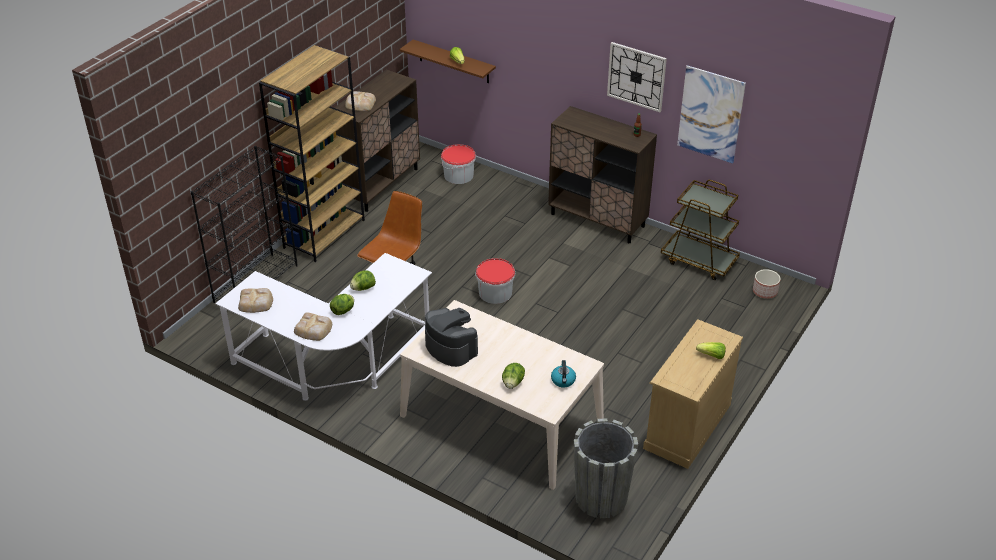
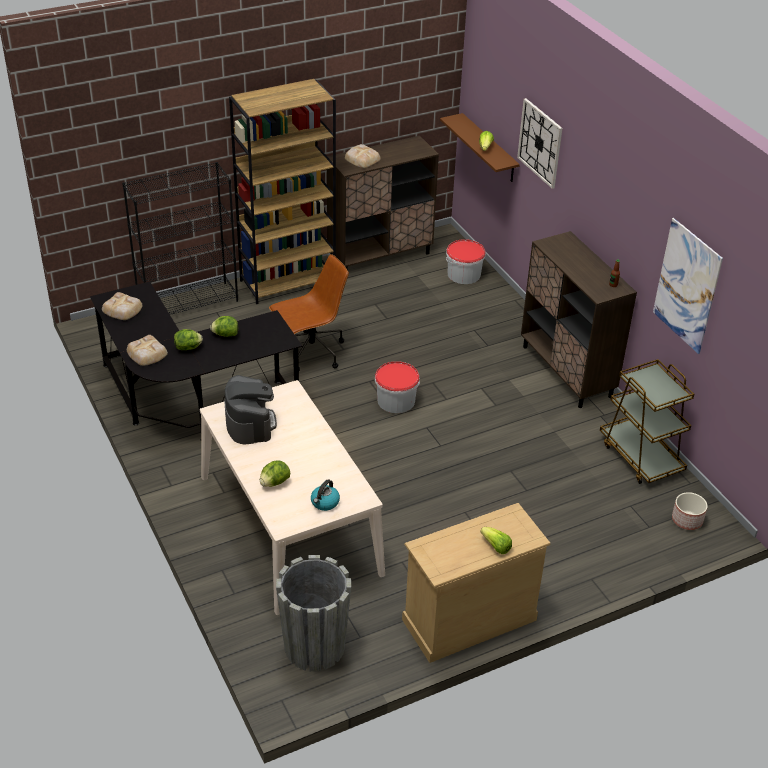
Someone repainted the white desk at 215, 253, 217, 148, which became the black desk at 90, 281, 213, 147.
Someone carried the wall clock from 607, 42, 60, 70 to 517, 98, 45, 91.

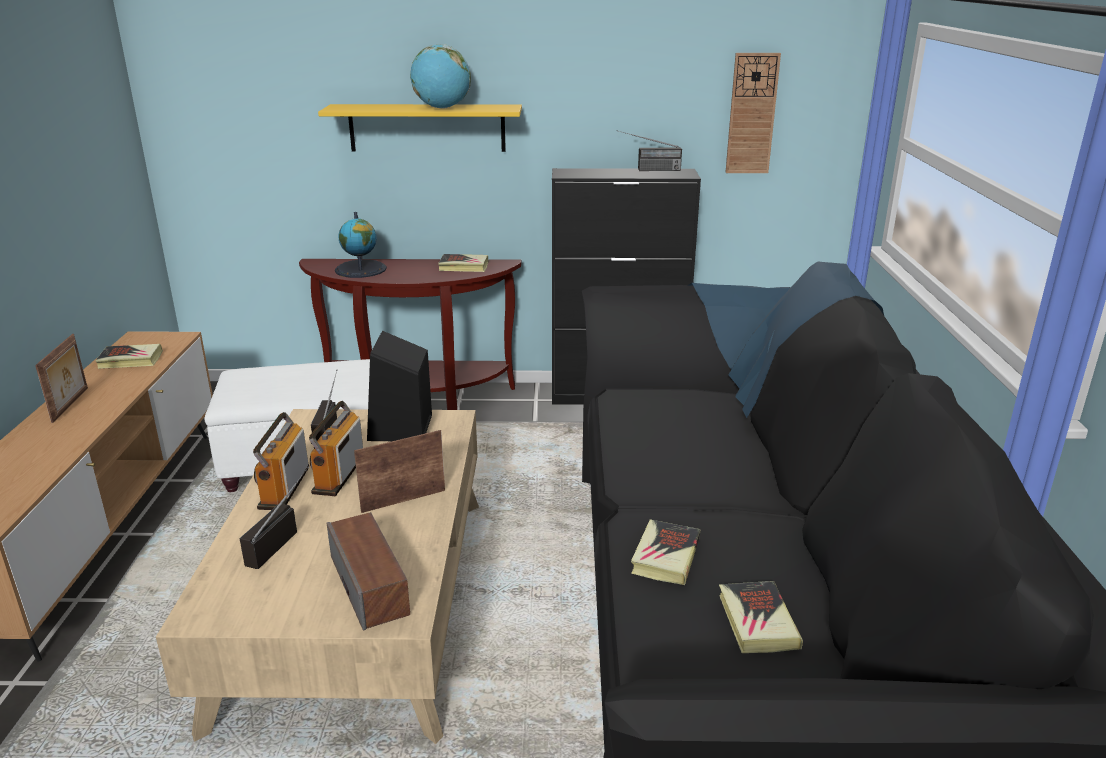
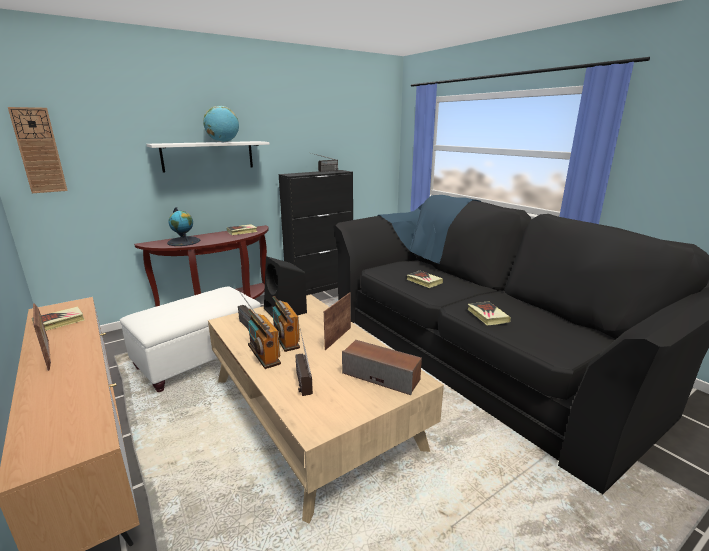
Someone carried the wall clock from 726, 53, 55, 120 to 8, 107, 60, 86.
Someone repainted the yellow shelf at 318, 104, 204, 48, which became the white shelf at 147, 141, 123, 32.
Someone carried the book from 719, 581, 84, 72 to 407, 271, 36, 17.

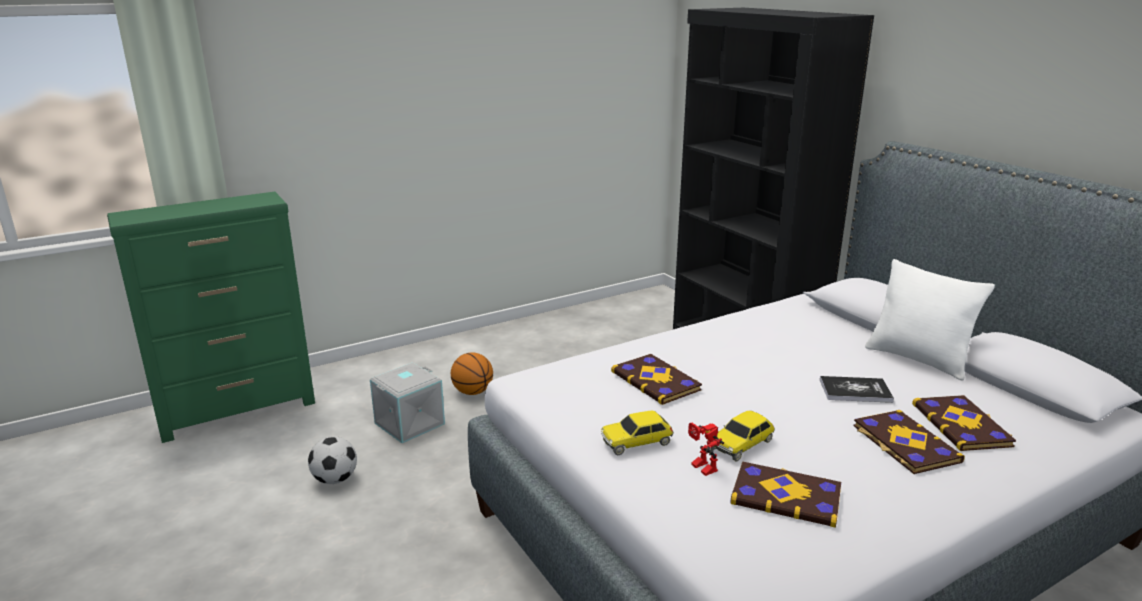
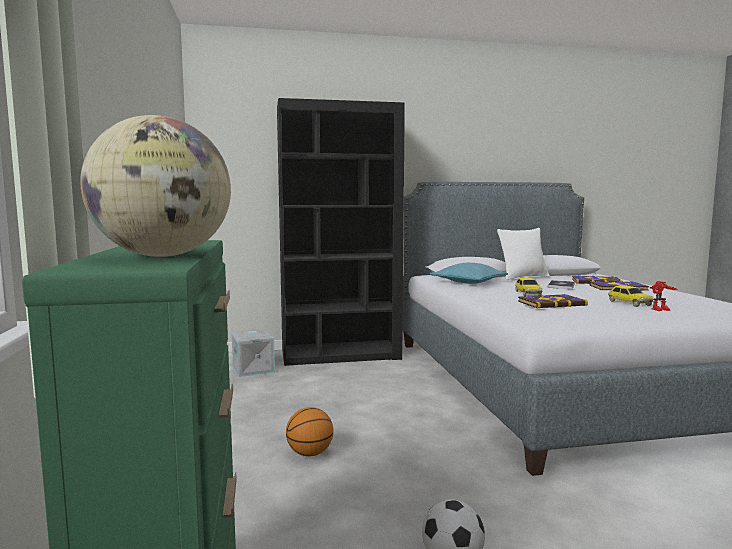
Someone put down the globe at 80, 115, 151, 142.
Someone carried the grey storage box from 370, 362, 75, 81 to 232, 329, 43, 48.
Someone put down the turquoise pillow at 430, 263, 78, 21.
Someone carried the toy car from 601, 411, 73, 44 to 515, 277, 27, 19.
Someone took away the book at 730, 461, 111, 67.

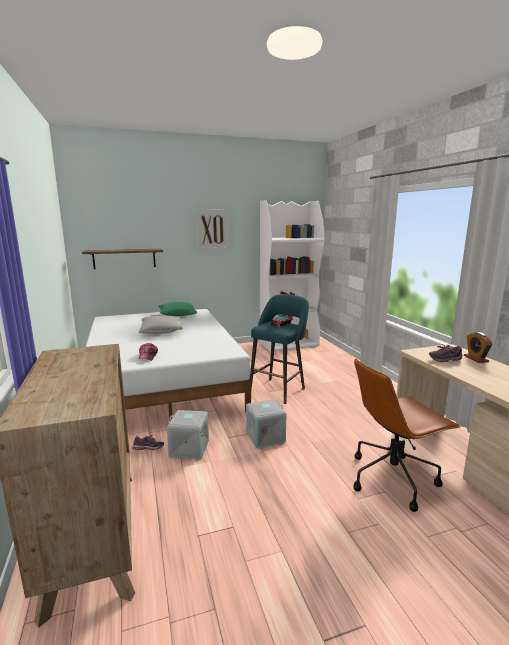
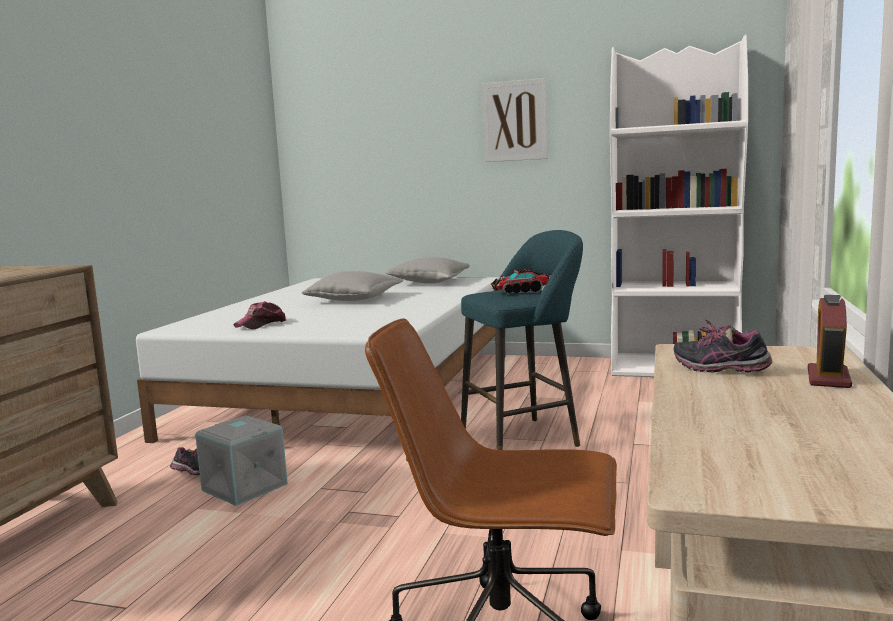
Someone repainted the green pillow at 159, 302, 38, 14, which became the grey pillow at 385, 257, 85, 26.
Someone took away the shelf at 82, 249, 81, 20.
Someone took away the grey storage box at 246, 399, 40, 49.

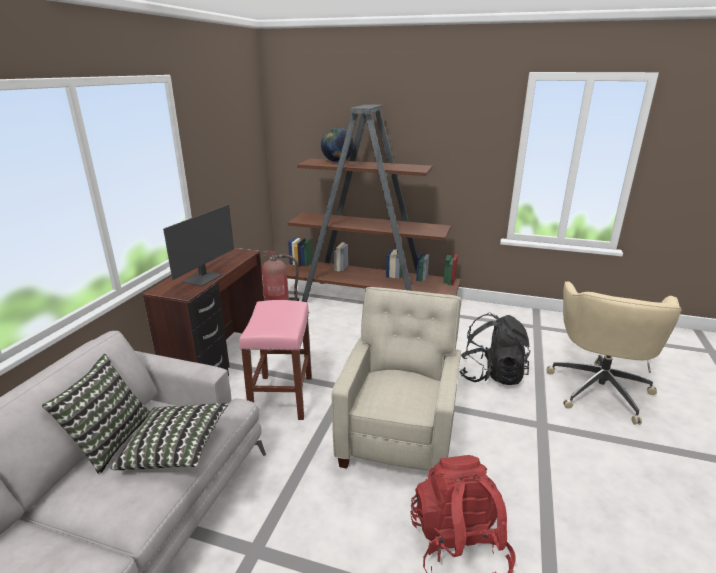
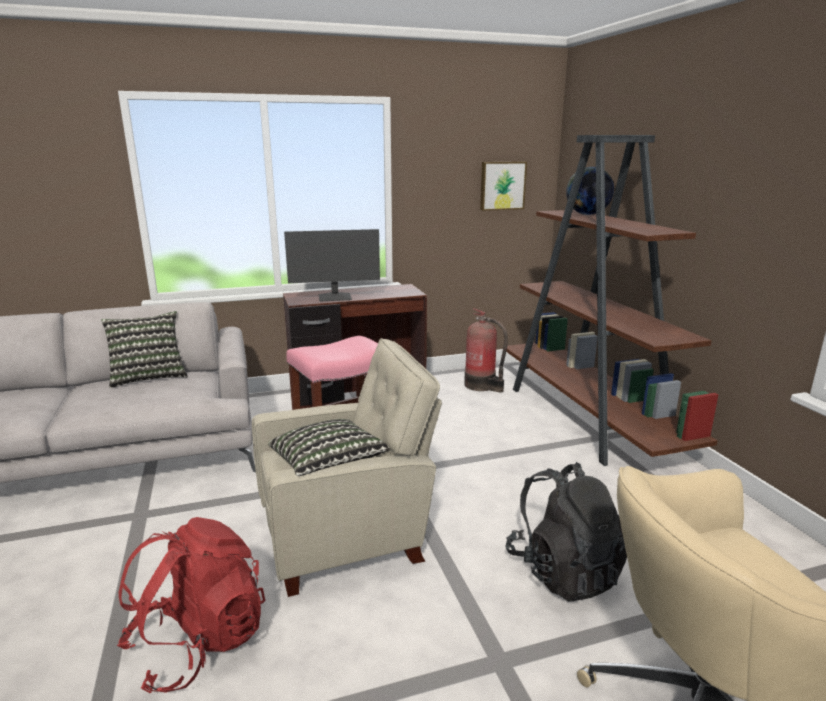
Someone carried the pillow from 111, 403, 118, 67 to 268, 419, 122, 57.
Someone put up the picture at 480, 162, 47, 49.

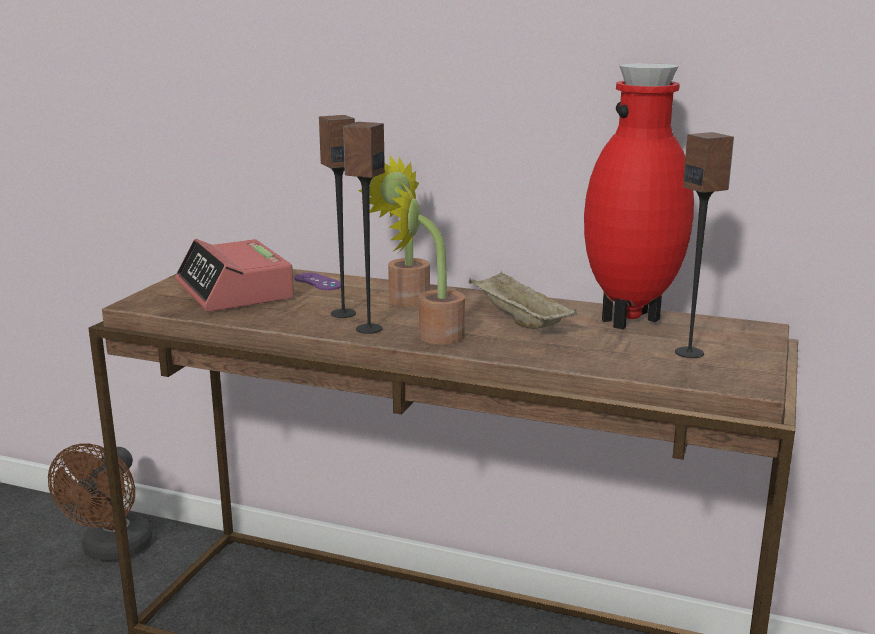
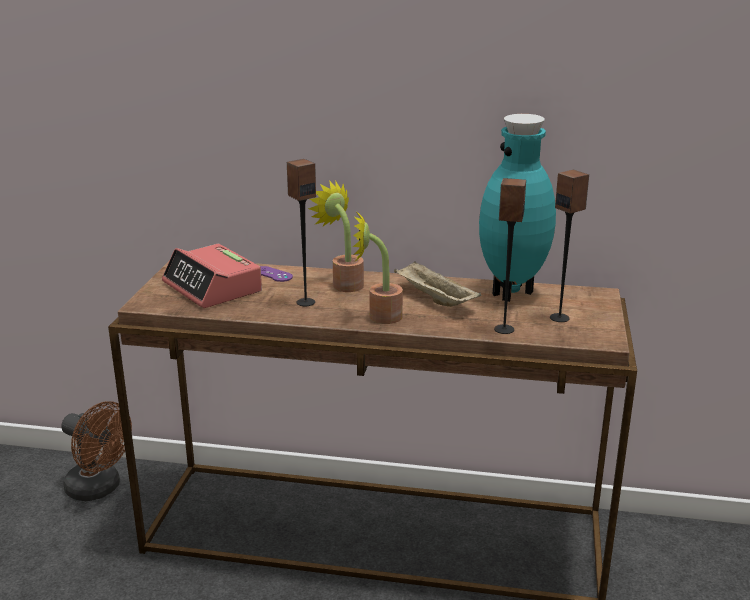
Someone rotated the brown fan at 48, 443, 104, 118 by 60 degrees counterclockwise.
Someone repainted the red vase at 584, 63, 110, 267, which became the turquoise vase at 479, 114, 77, 188.
Someone carried the speaker from 343, 122, 42, 212 to 494, 178, 32, 156.

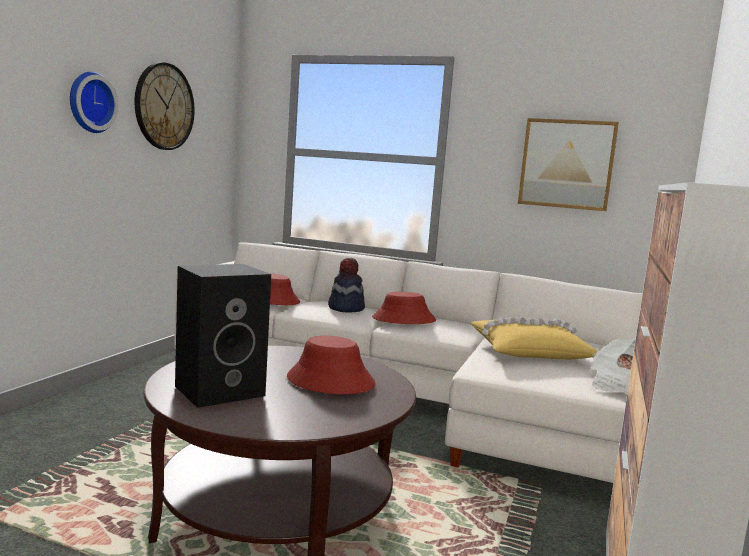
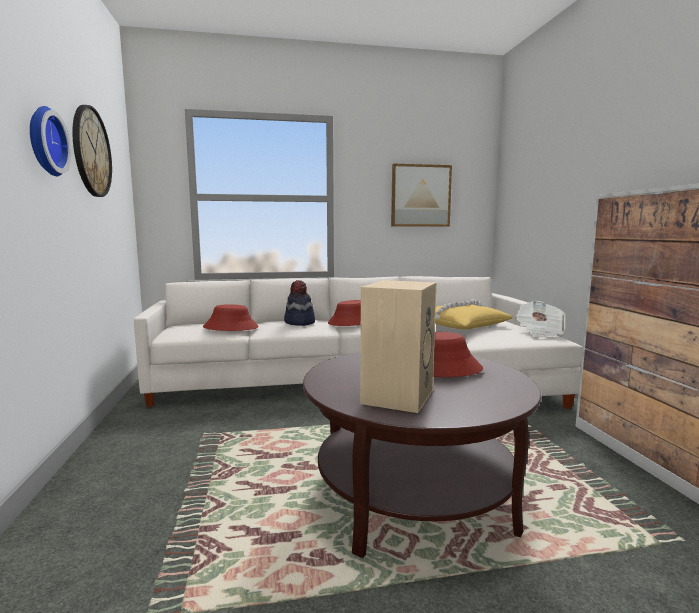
Someone repainted the black speaker at 175, 264, 96, 144, which became the beige speaker at 360, 280, 77, 133.

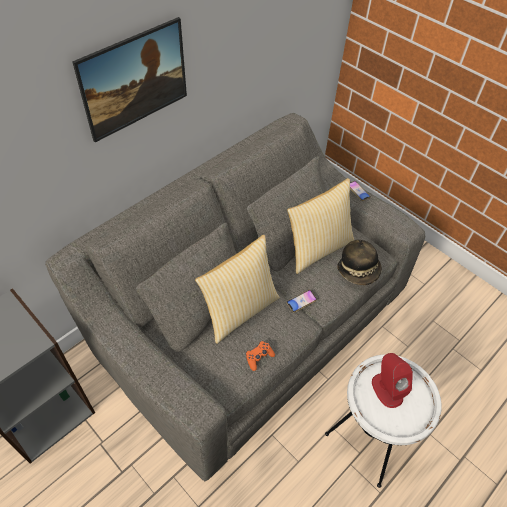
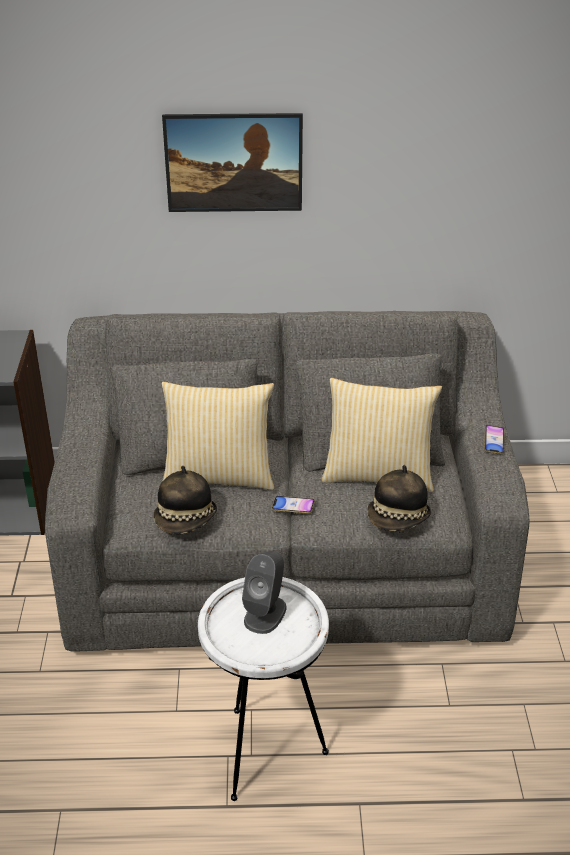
Someone swapped the orange game controller at 246, 341, 29, 30 for the hat at 153, 466, 64, 68.
Someone repainted the red speaker at 372, 353, 41, 55, which became the grey speaker at 242, 551, 44, 83.

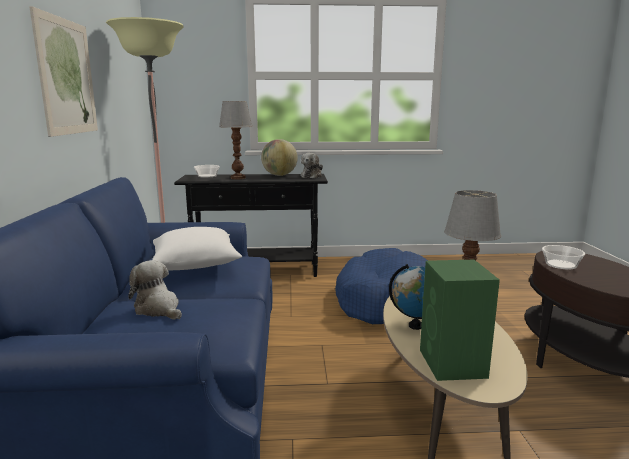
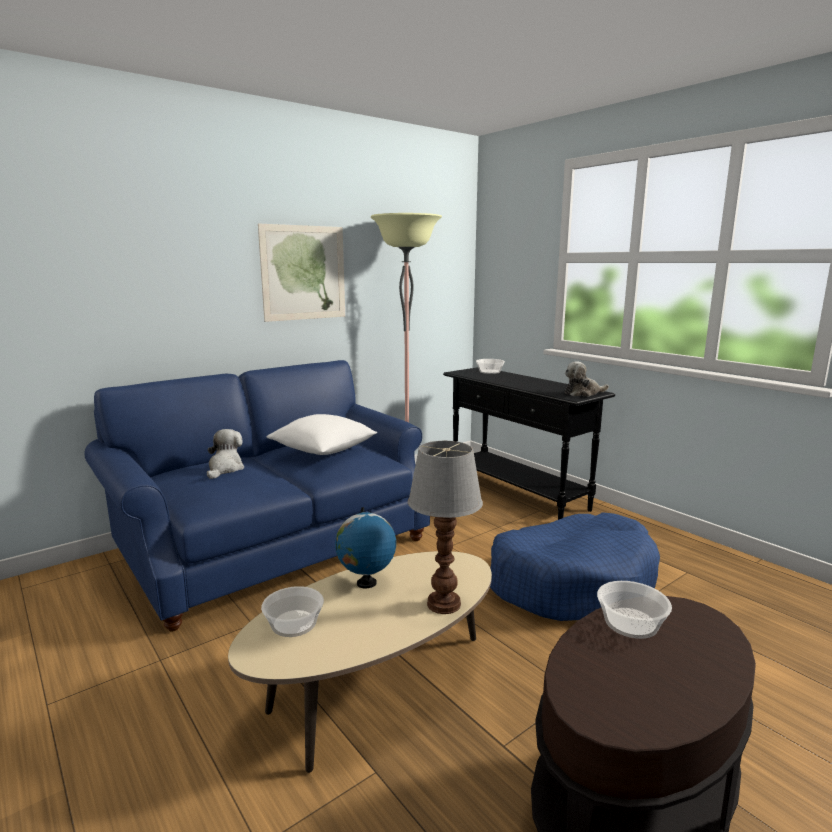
Someone swapped the green speaker at 420, 260, 80, 121 for the bowl at 261, 586, 63, 51.
Someone took away the table lamp at 219, 101, 34, 78.
Someone took away the globe at 261, 139, 37, 37.

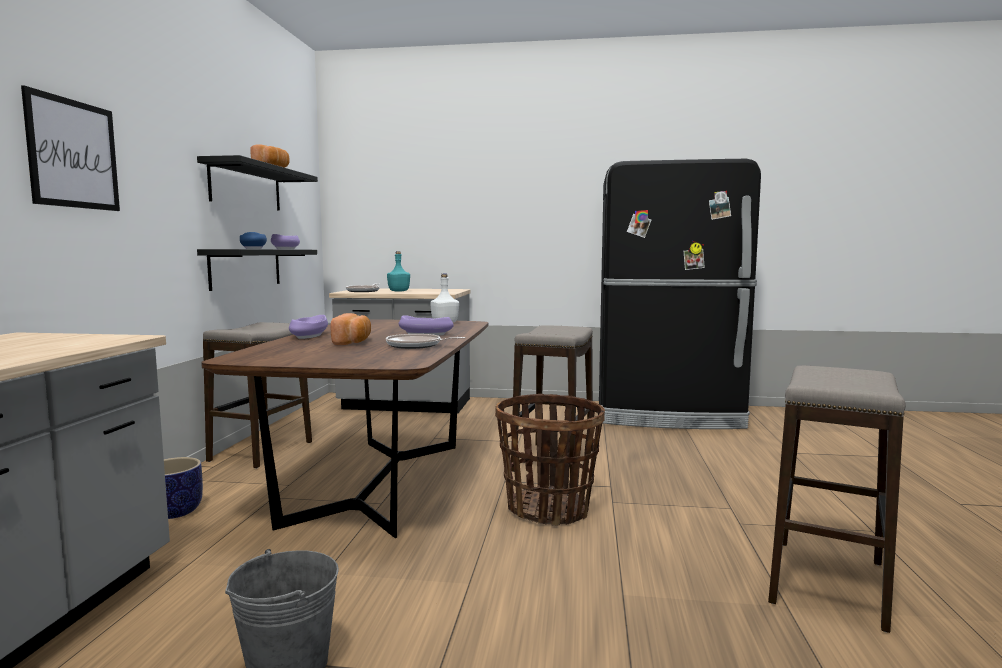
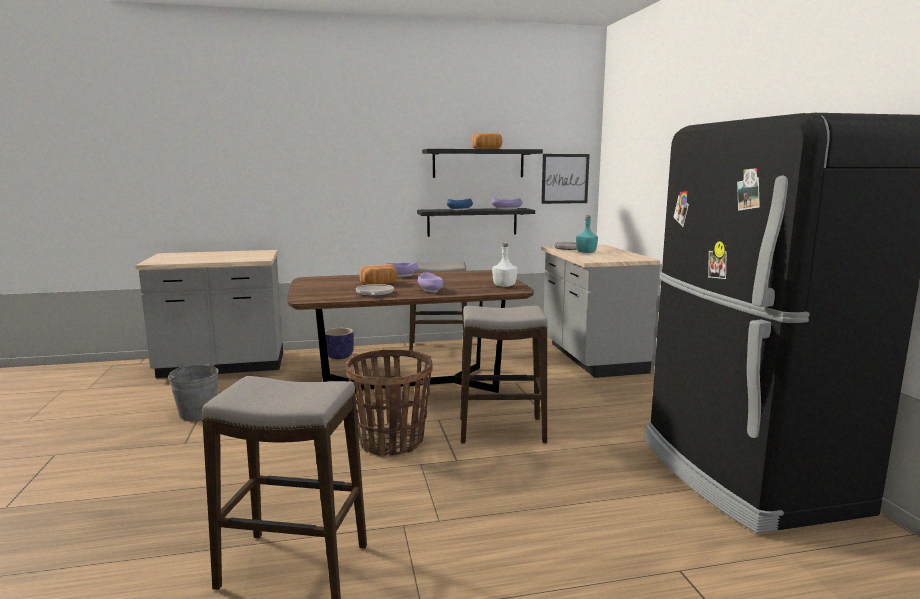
Someone carried the picture from 21, 85, 99, 126 to 541, 154, 49, 50.

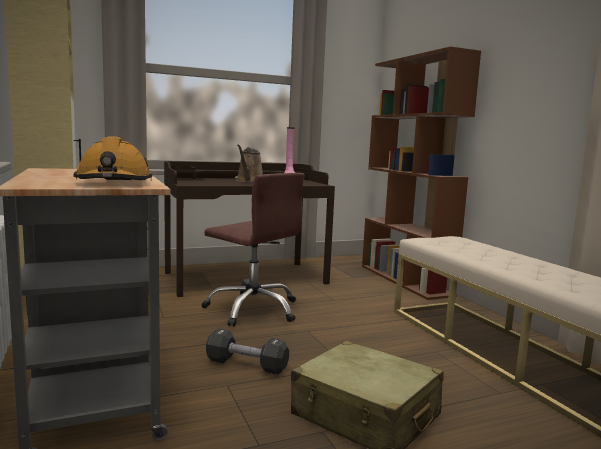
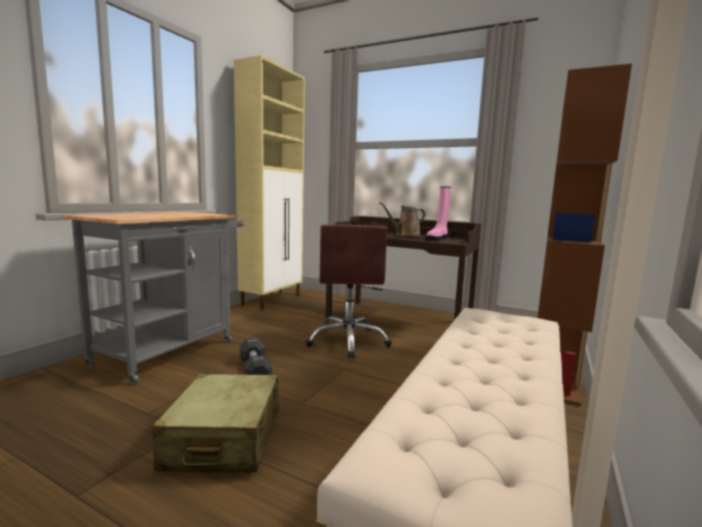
Someone took away the orange hard hat at 73, 136, 80, 44.

